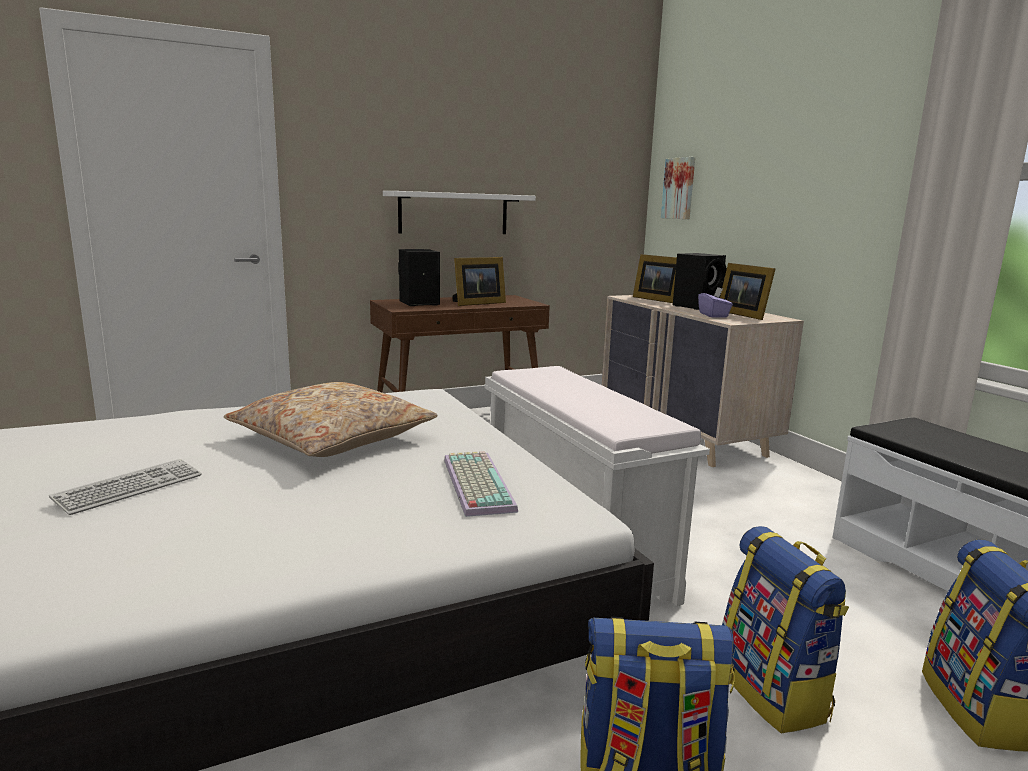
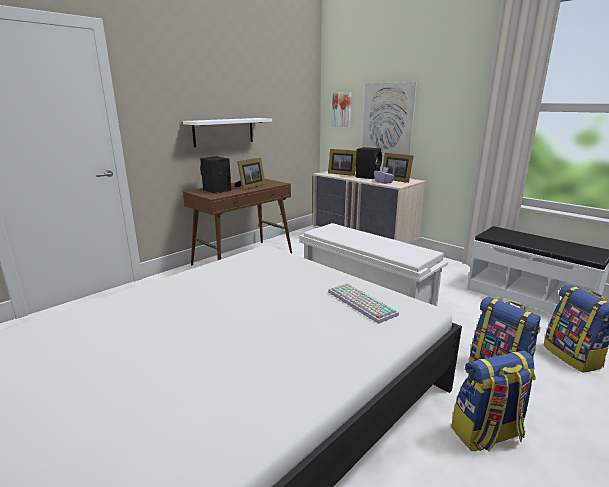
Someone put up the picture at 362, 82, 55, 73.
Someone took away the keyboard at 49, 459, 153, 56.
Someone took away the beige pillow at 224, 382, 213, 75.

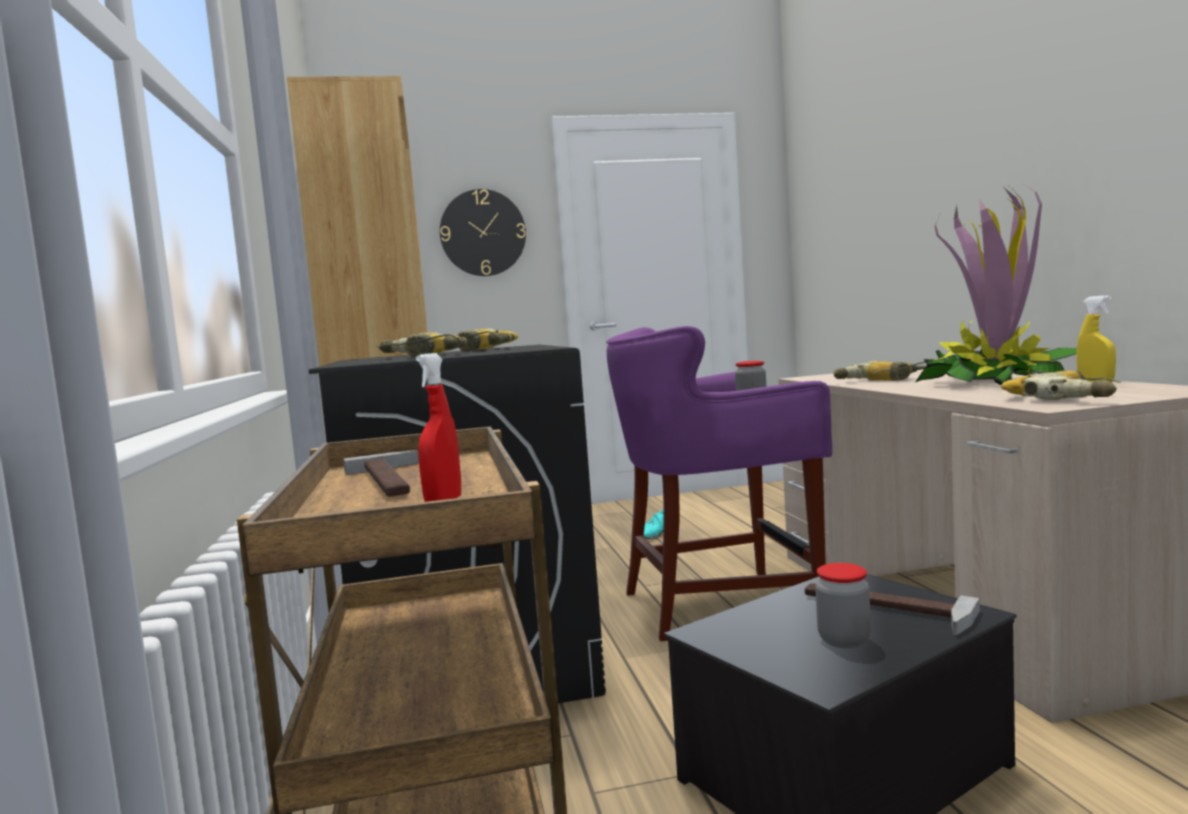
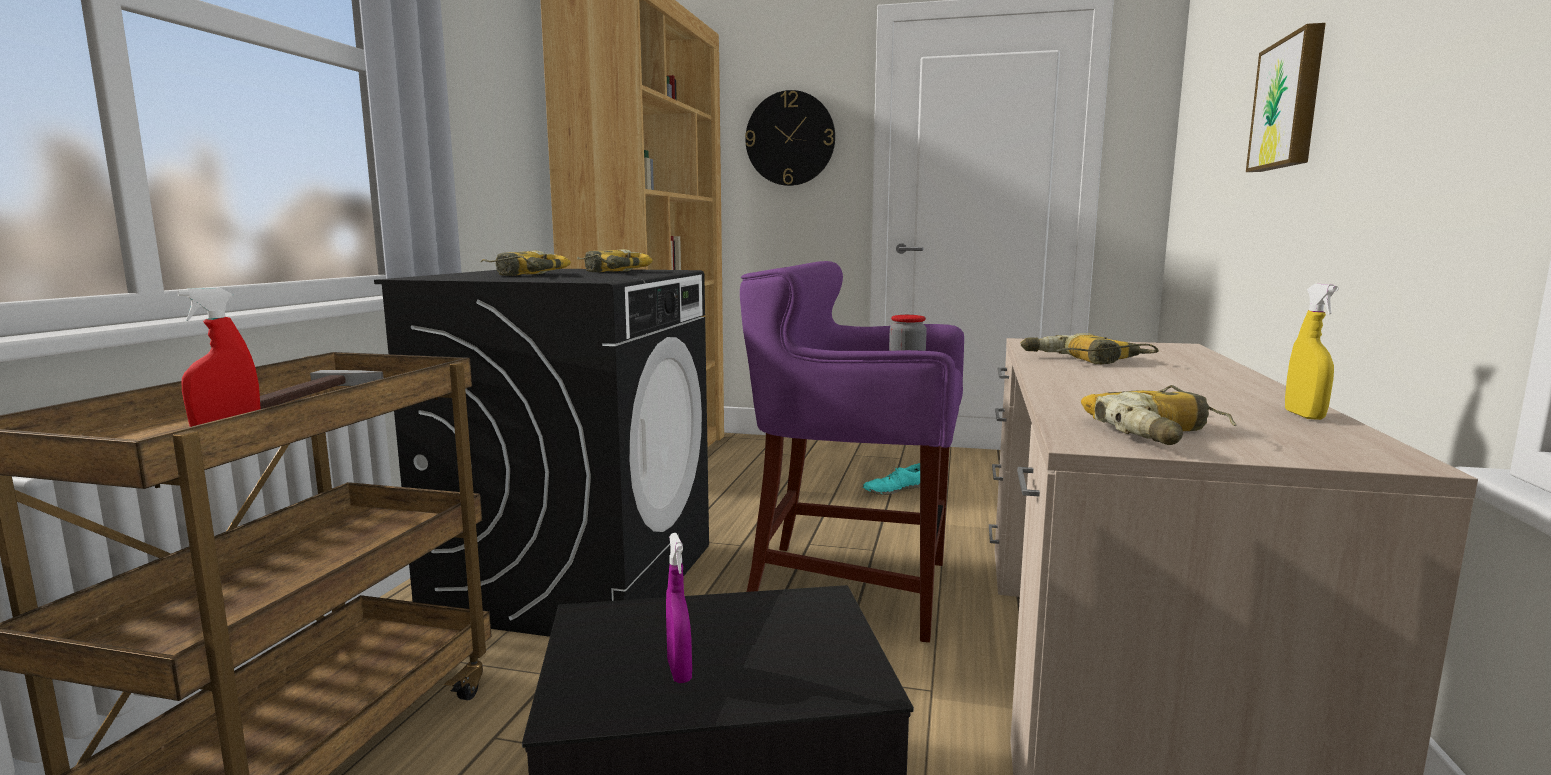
Someone swapped the jar at 815, 563, 56, 85 for the purple spray bottle at 666, 533, 26, 150.
Someone put up the picture at 1246, 23, 80, 149.
Someone took away the hammer at 805, 583, 175, 53.
Someone took away the potted plant at 915, 183, 162, 202.

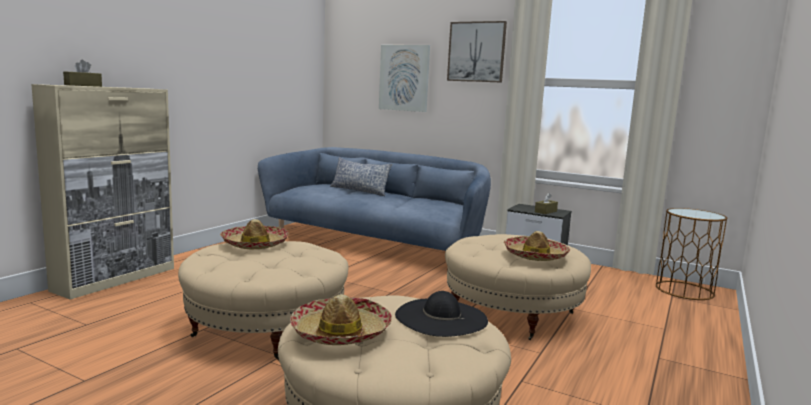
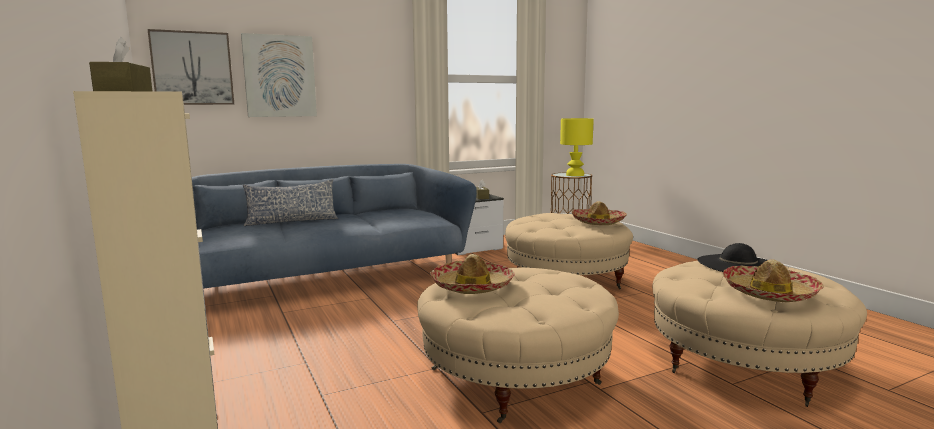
Someone carried the picture from 447, 21, 60, 62 to 148, 29, 86, 76.
Someone put down the yellow table lamp at 560, 118, 34, 58.

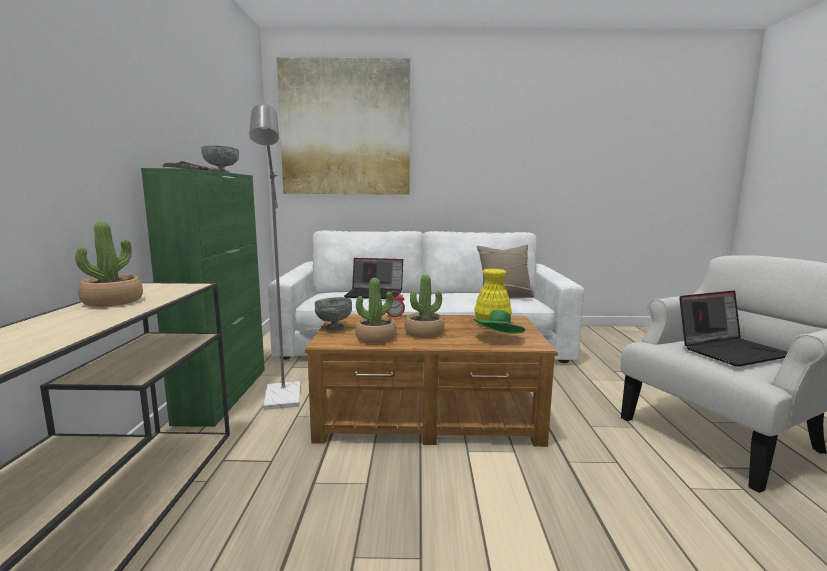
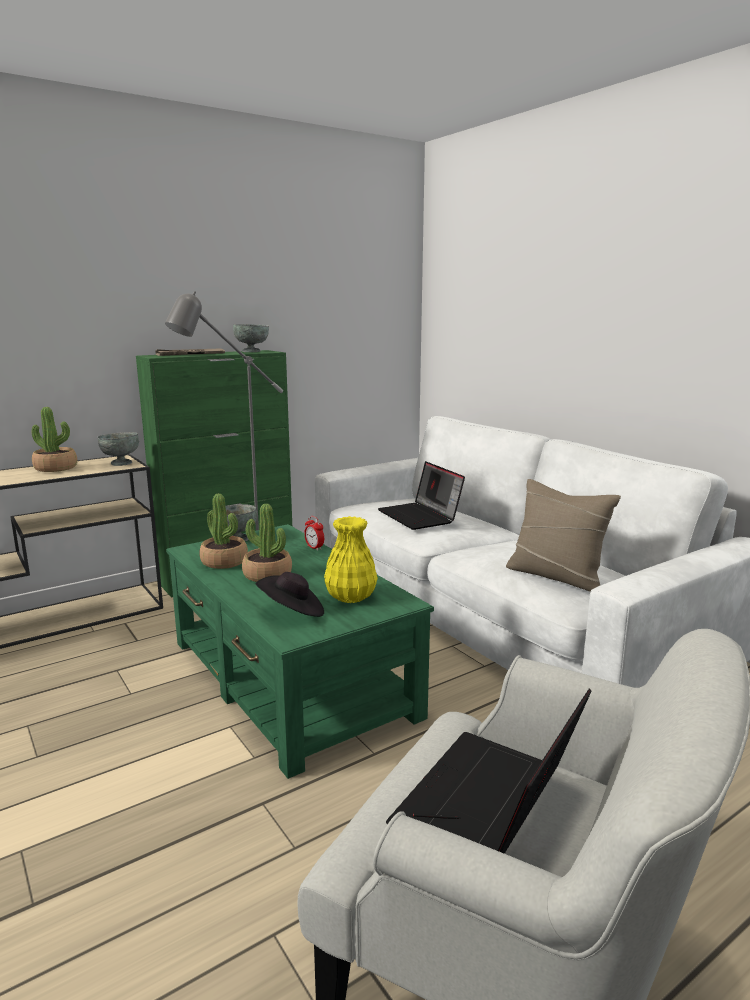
Someone put down the grey bowl at 97, 432, 42, 34.
Someone repainted the brown coffee table at 305, 314, 253, 133, which became the green coffee table at 166, 524, 268, 255.
Someone repainted the green hat at 474, 310, 51, 24, which became the black hat at 256, 572, 68, 45.
Someone rotated the laptop at 679, 291, 109, 76 by 90 degrees clockwise.
Someone took away the picture at 277, 58, 133, 137.

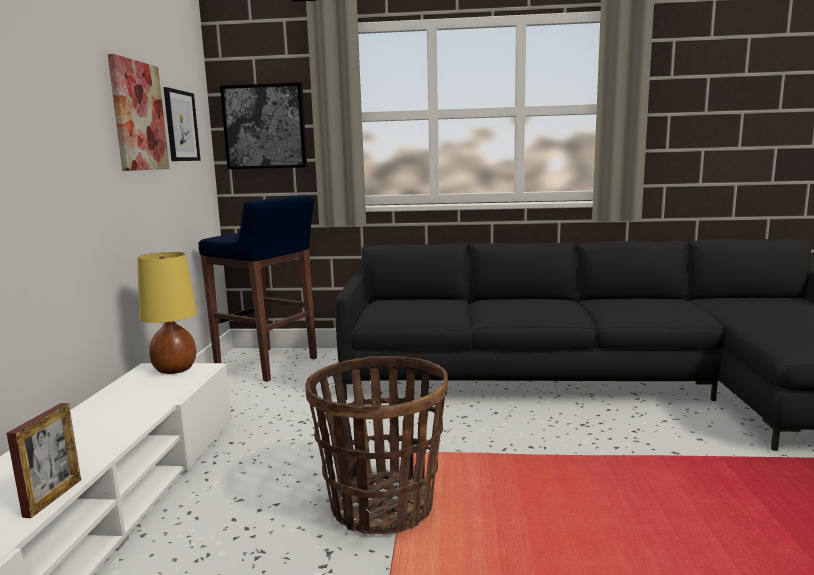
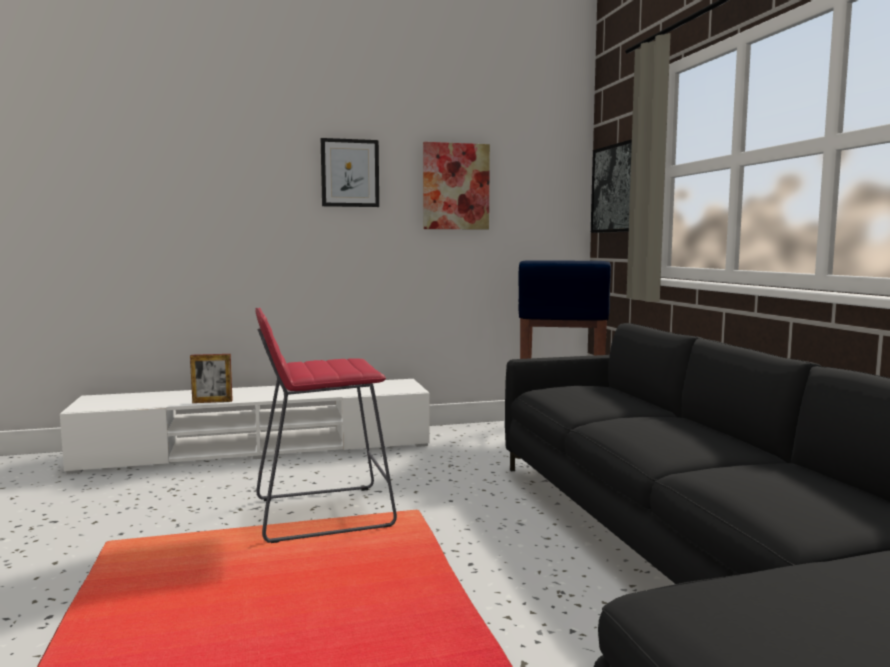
Someone swapped the basket at 305, 356, 143, 178 for the red stool at 256, 308, 141, 235.
Someone carried the picture from 163, 87, 38, 74 to 321, 138, 58, 69.
Someone took away the yellow table lamp at 137, 252, 60, 122.

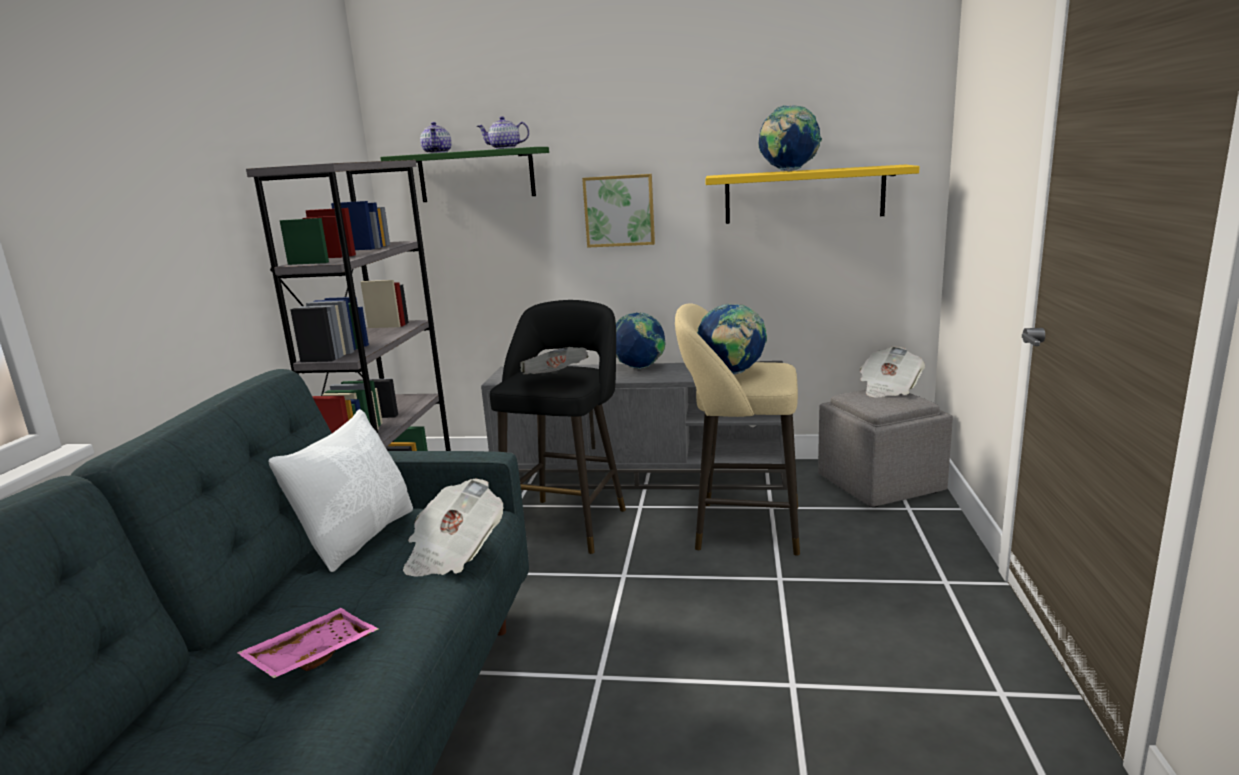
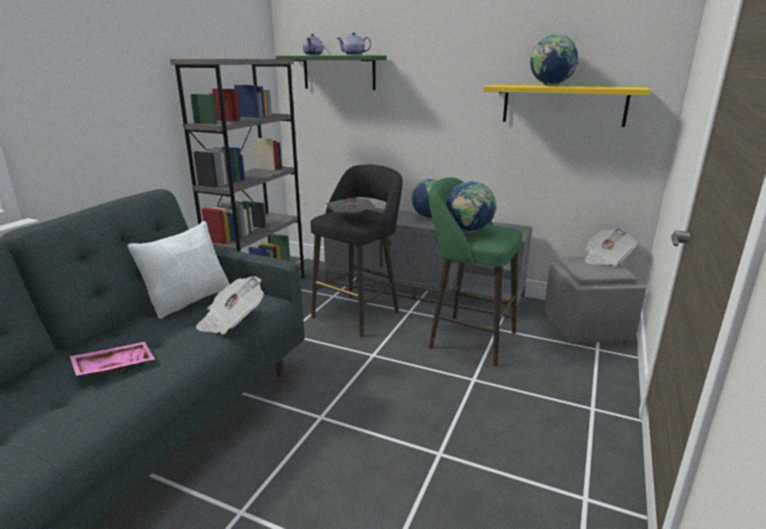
Someone repainted the beige stool at 675, 303, 125, 253, which became the green stool at 429, 177, 93, 189.
Someone took away the picture at 582, 174, 73, 74.

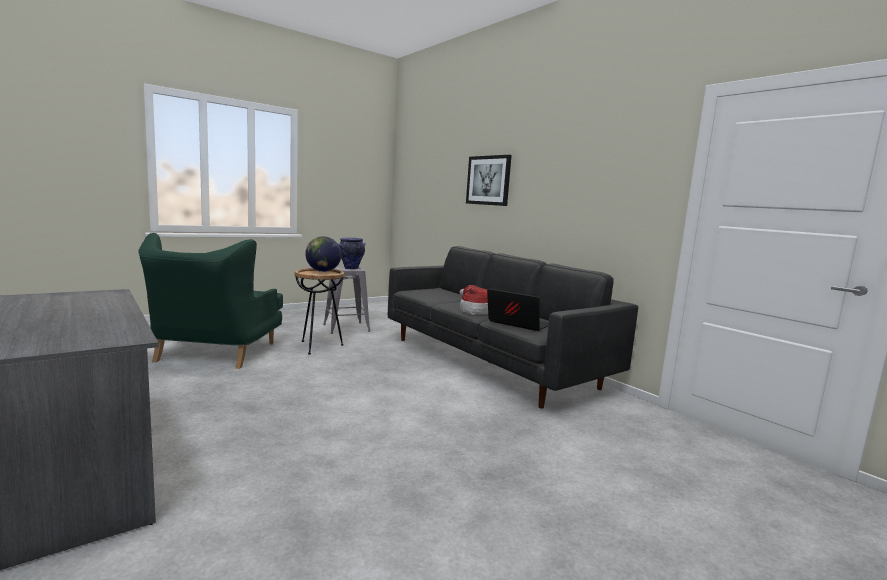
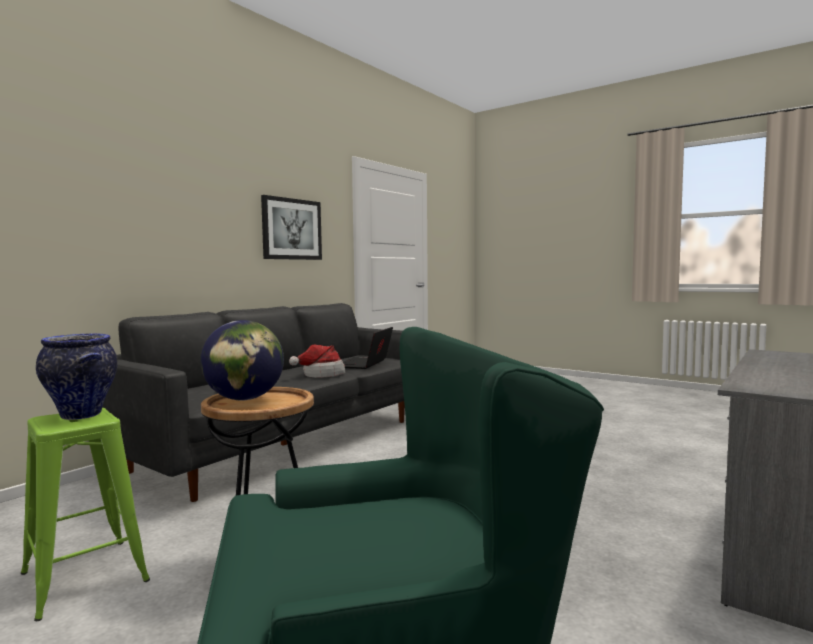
Someone repainted the grey stool at 323, 267, 47, 67, which became the green stool at 21, 408, 129, 213.
Someone carried the picture from 466, 155, 46, 51 to 261, 195, 61, 65.

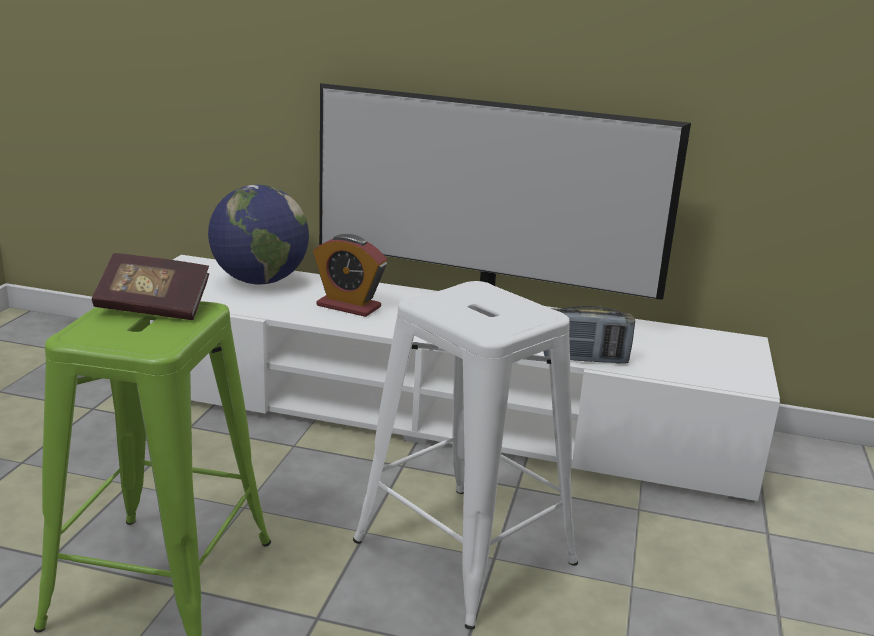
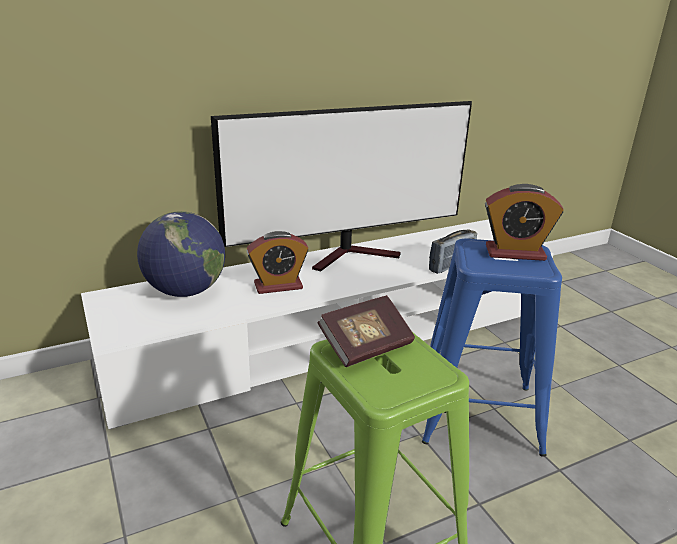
Someone repainted the white stool at 353, 281, 225, 349, which became the blue stool at 422, 238, 140, 219.
Someone put down the alarm clock at 485, 184, 79, 77.

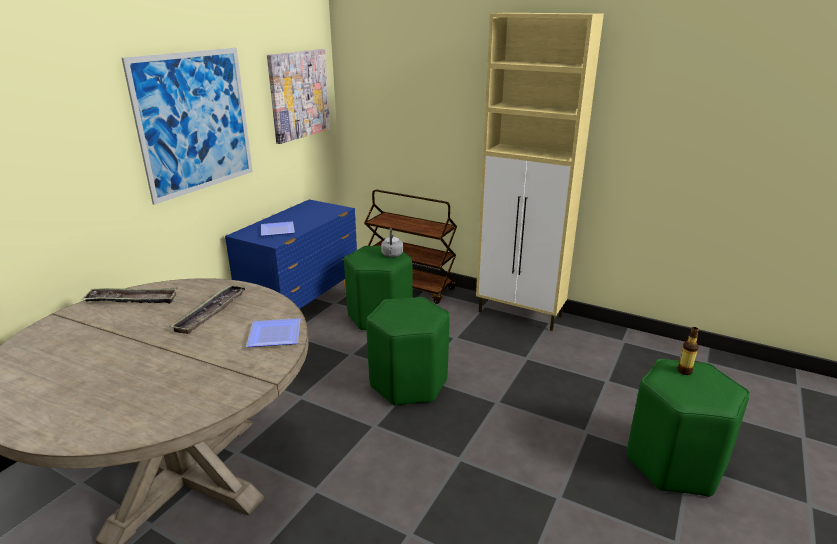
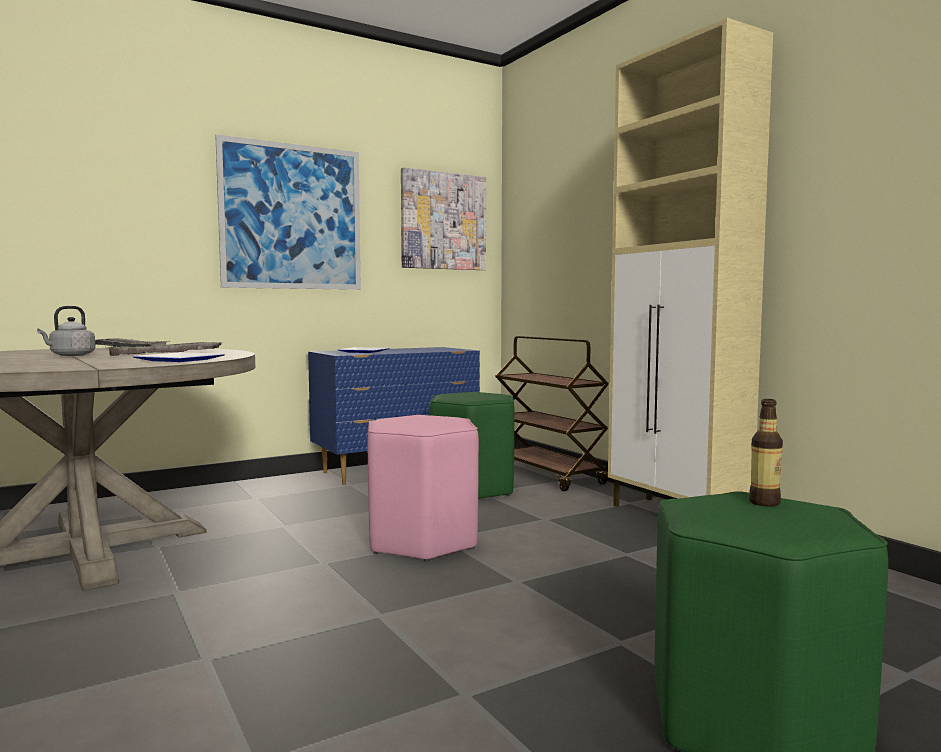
Someone carried the grey kettle from 381, 228, 22, 29 to 37, 306, 59, 50.
Someone repainted the green stool at 366, 297, 84, 109, which became the pink stool at 367, 415, 112, 147.

